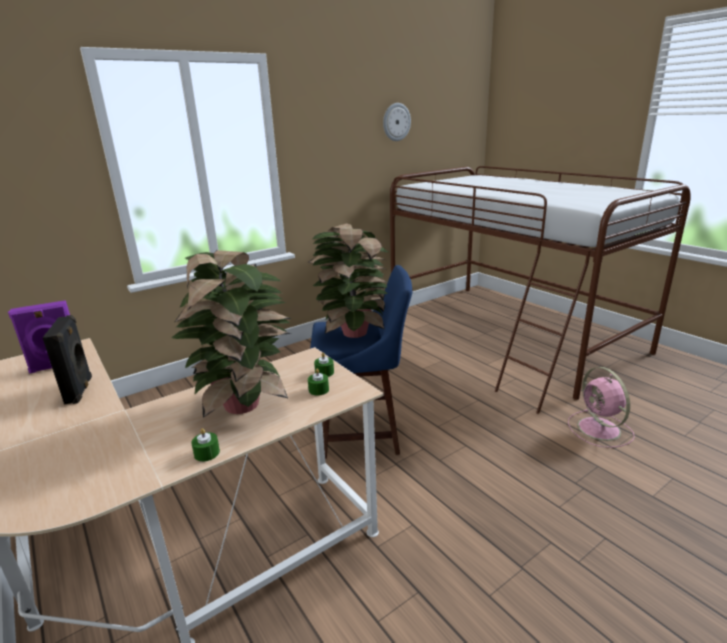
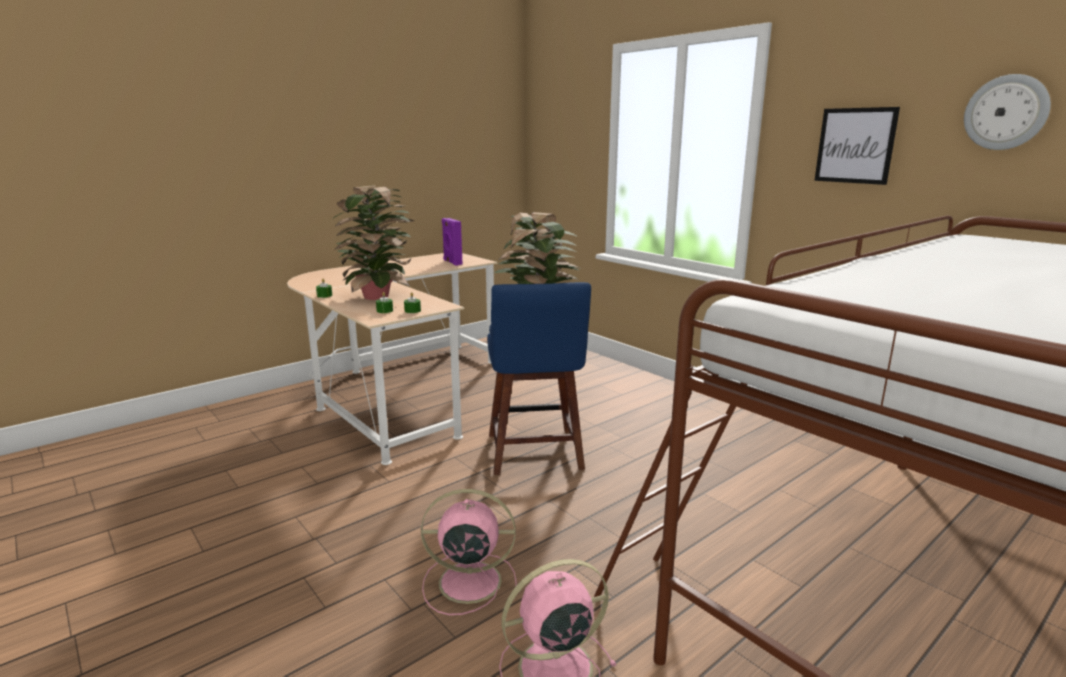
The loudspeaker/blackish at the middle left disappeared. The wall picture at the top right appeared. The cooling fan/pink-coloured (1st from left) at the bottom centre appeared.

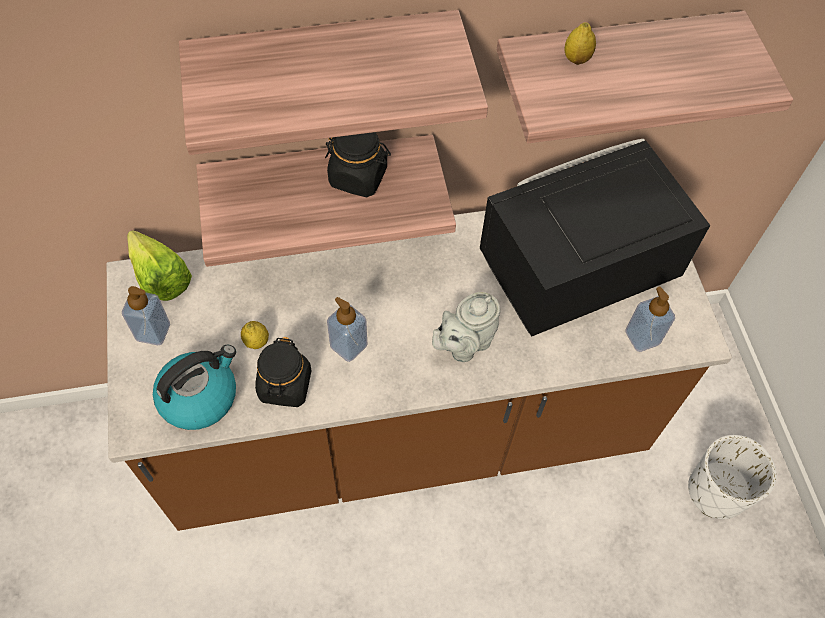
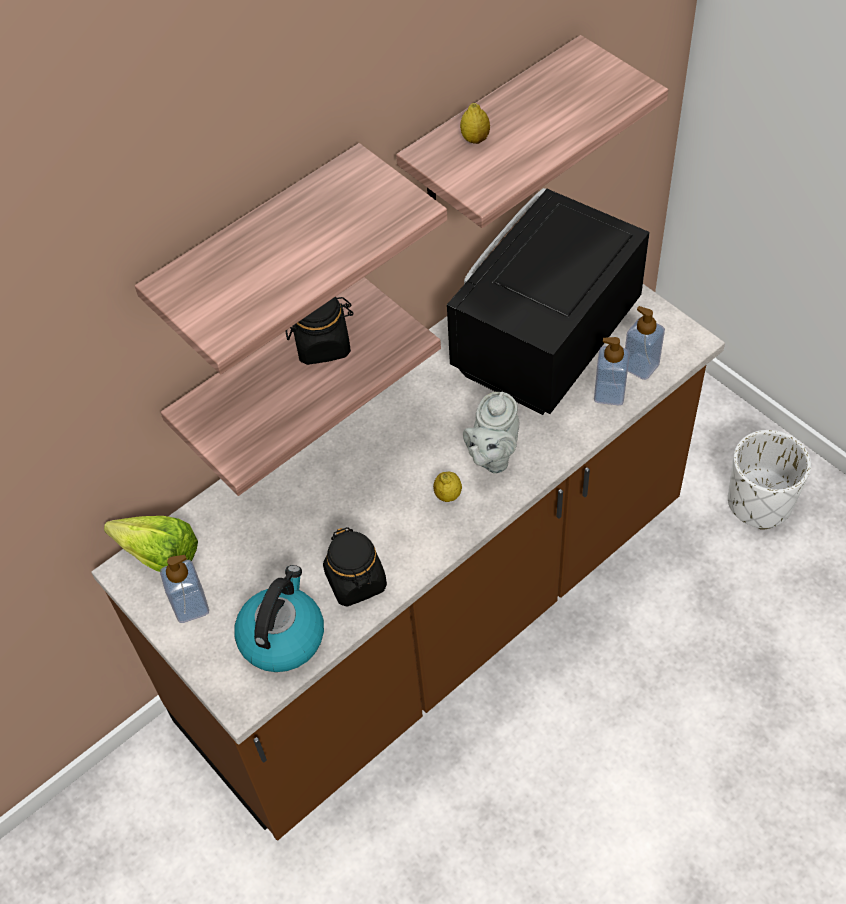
The soap dispenser (2nd from left) moved from the centre to the middle right. The lemon (1st from left) moved from the middle left to the centre.

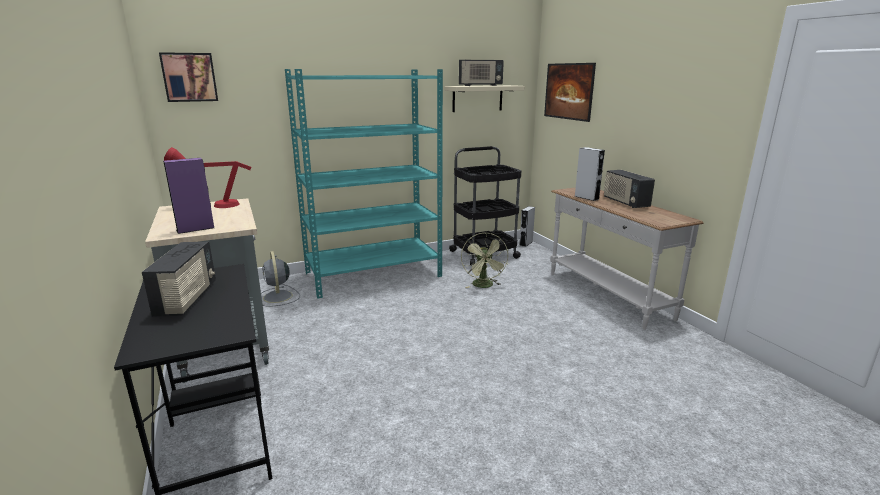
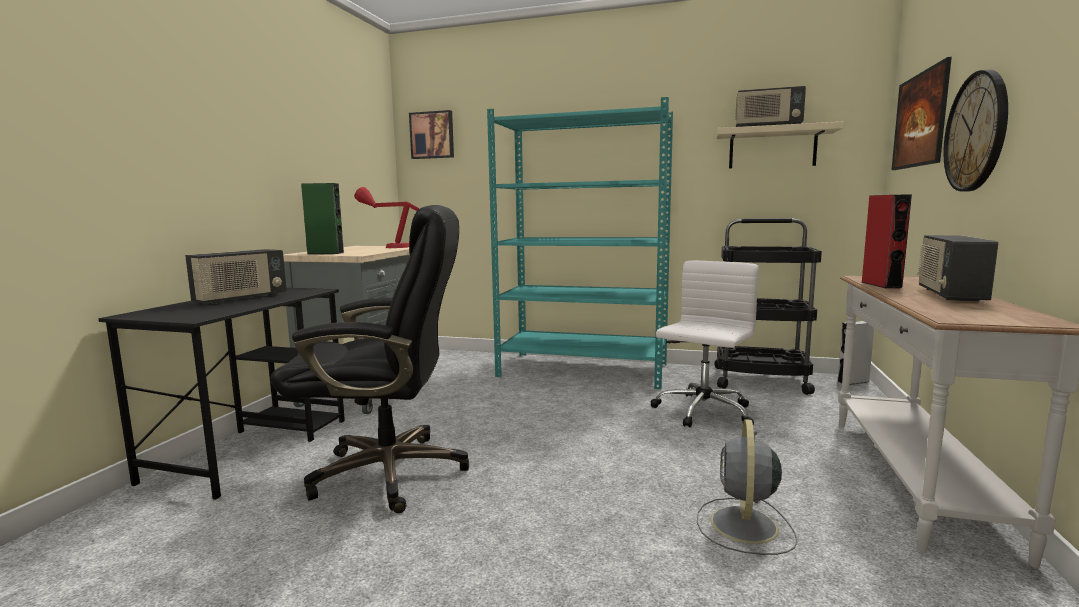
The loudspeaker/greyish (2nd from left) at the middle right became the loudspeaker/reddish at the middle right. The loudspeaker/purple at the middle left became the loudspeaker/green at the middle left. The cooling fan/green at the centre was replaced by the office chair/whitish at the centre. The cooling fan/greyish moved from the middle left to the bottom right. The wall clock at the top right appeared. The office chair/blackish at the centre appeared.

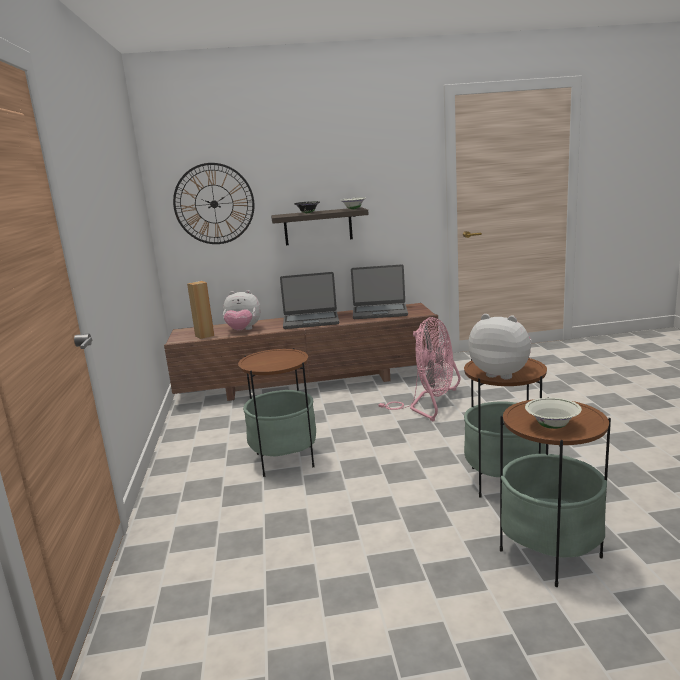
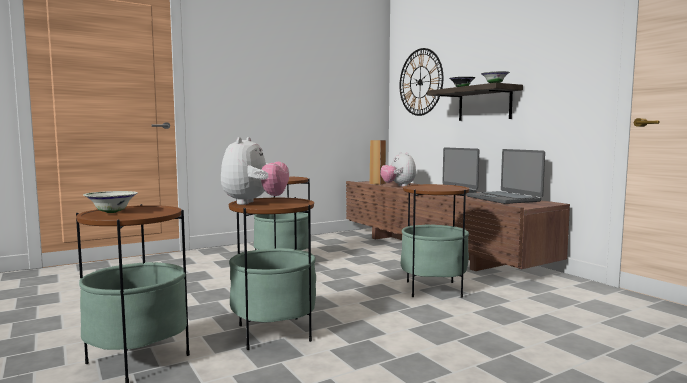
The cooling fan/pink-coloured at the centre was replaced by the side table (4th from left) at the centre.

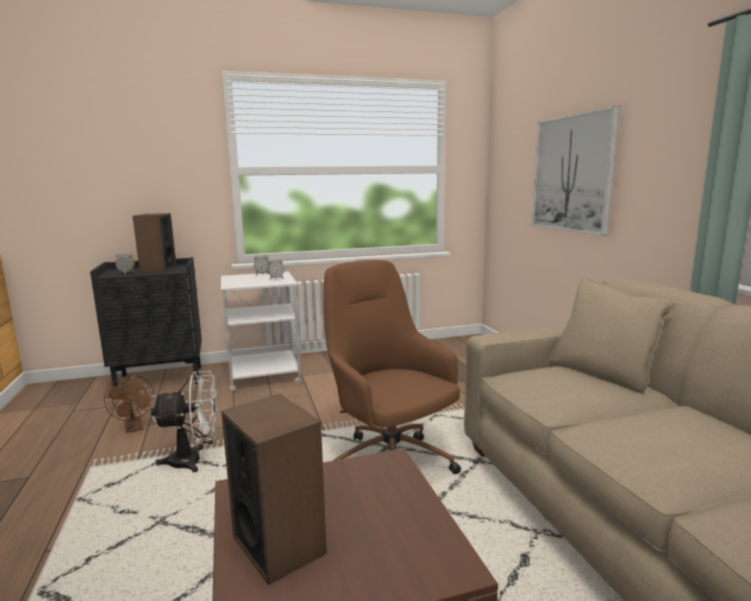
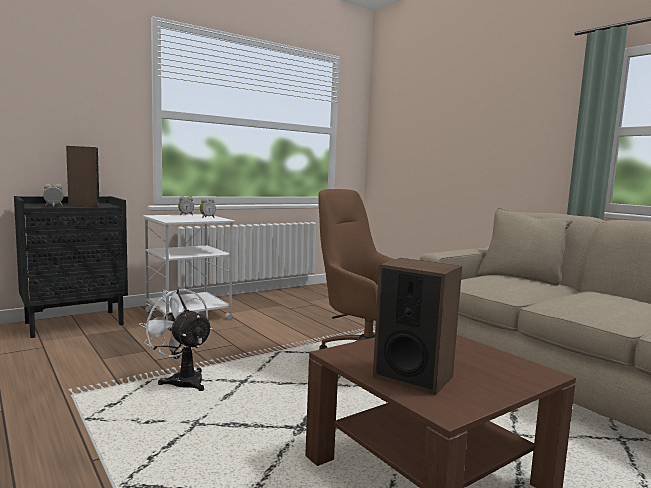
The wall picture at the top right disappeared. The cooling fan/whitish at the bottom left turned 105 degrees counterclockwise. The cooling fan/brownish at the bottom left disappeared.

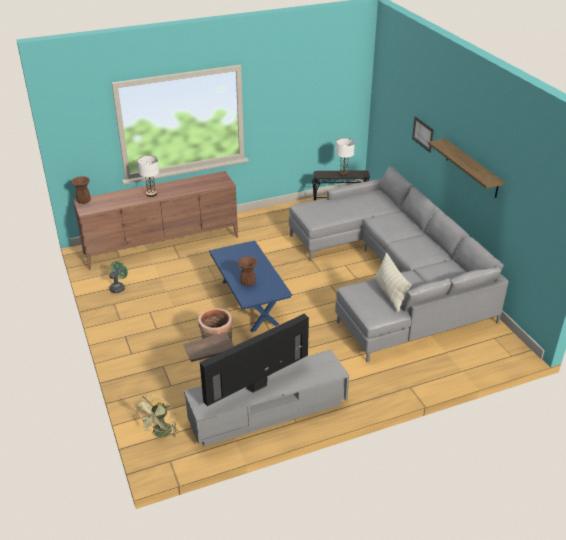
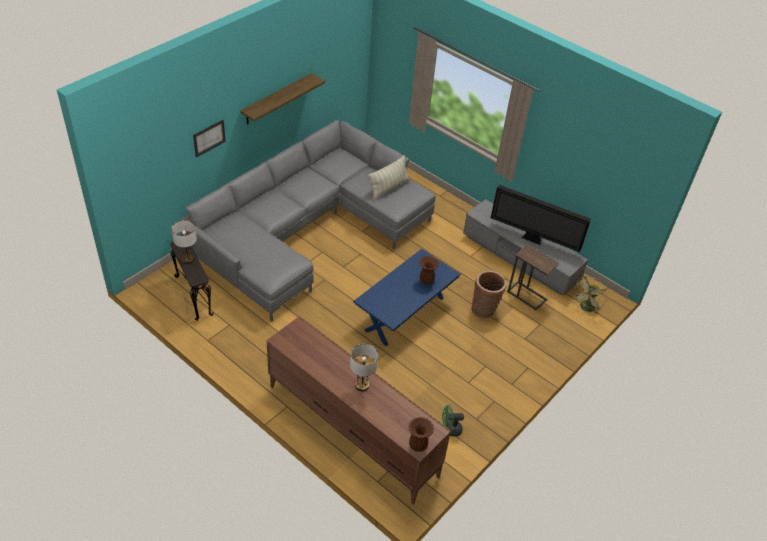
The cooling fan/green (2nd from left) at the bottom left turned 135 degrees clockwise.

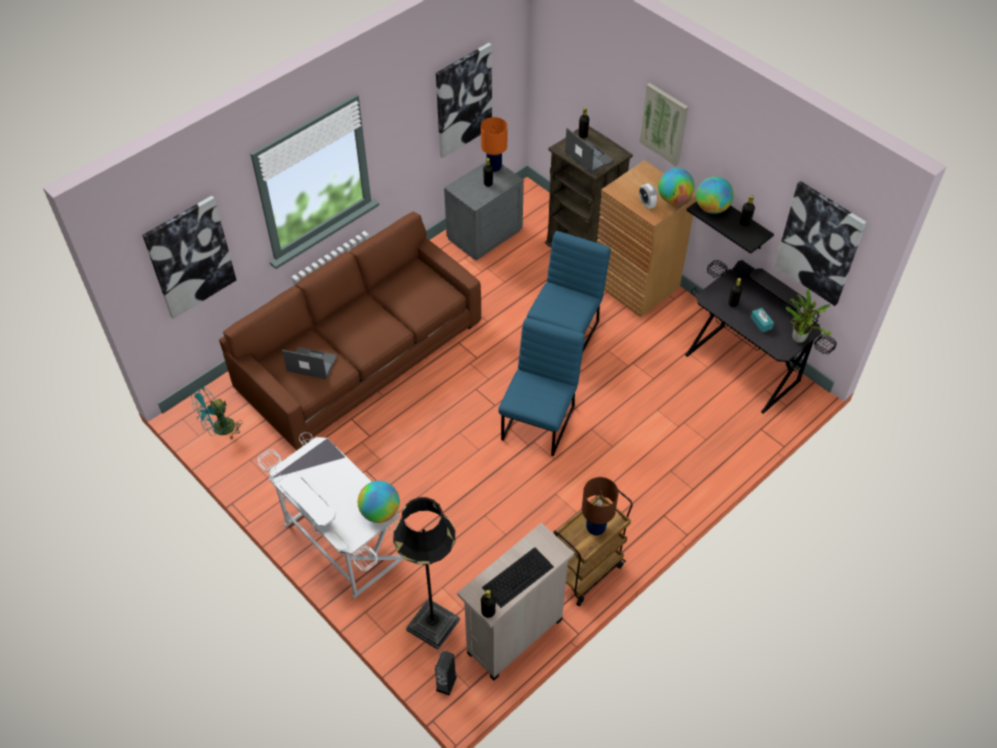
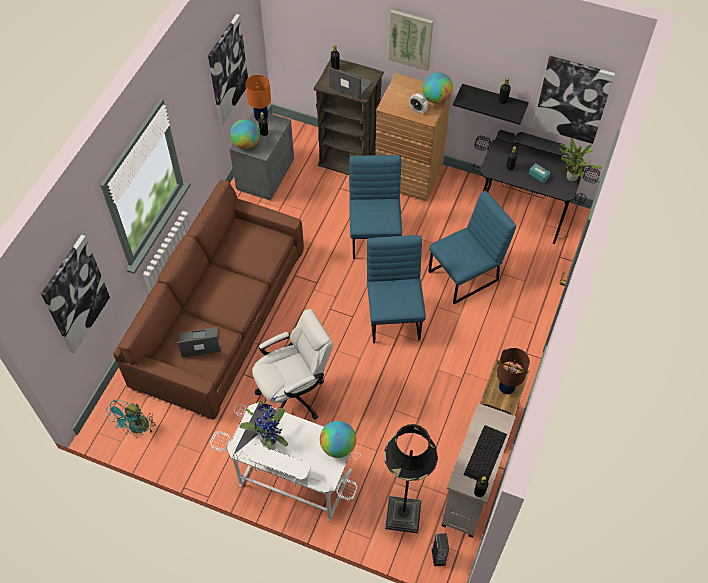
The world globe (3rd from left in the first image) moved from the top right to the top centre. The upright chair/blue-coloured (3rd from left) at the middle right appeared. The office chair/whitish at the centre appeared. The plant in a pot (1st from left) at the bottom centre appeared.

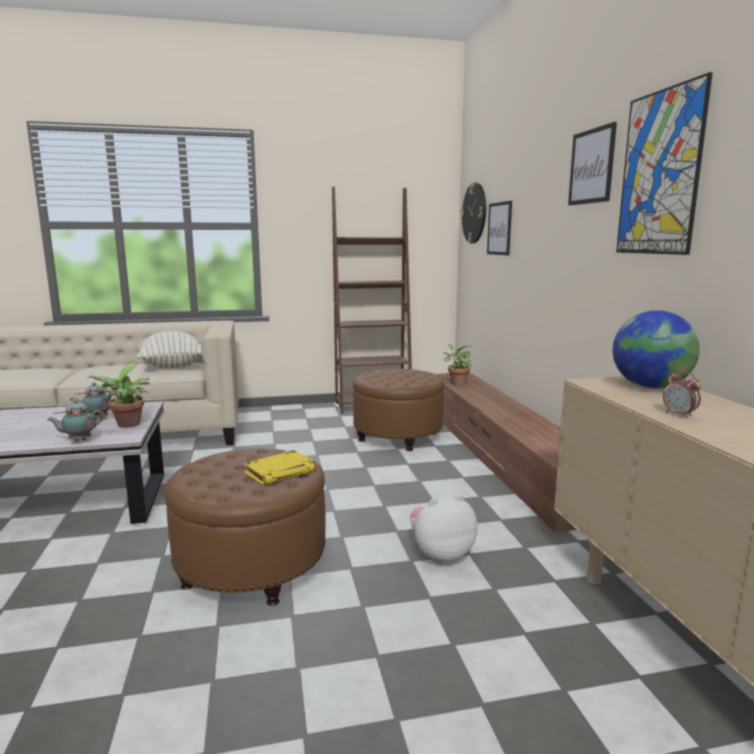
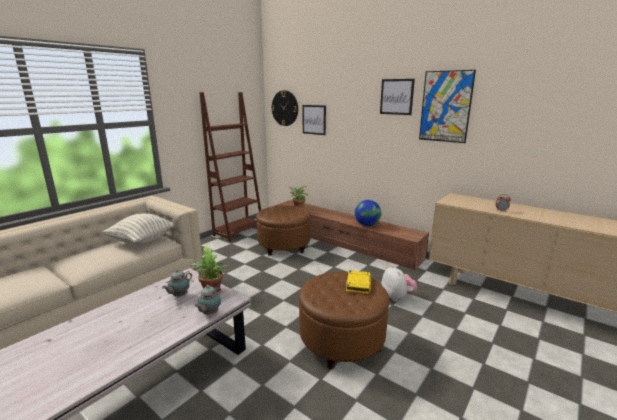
The world globe moved from the middle right to the centre. The plush toy at the bottom centre turned 135 degrees clockwise.

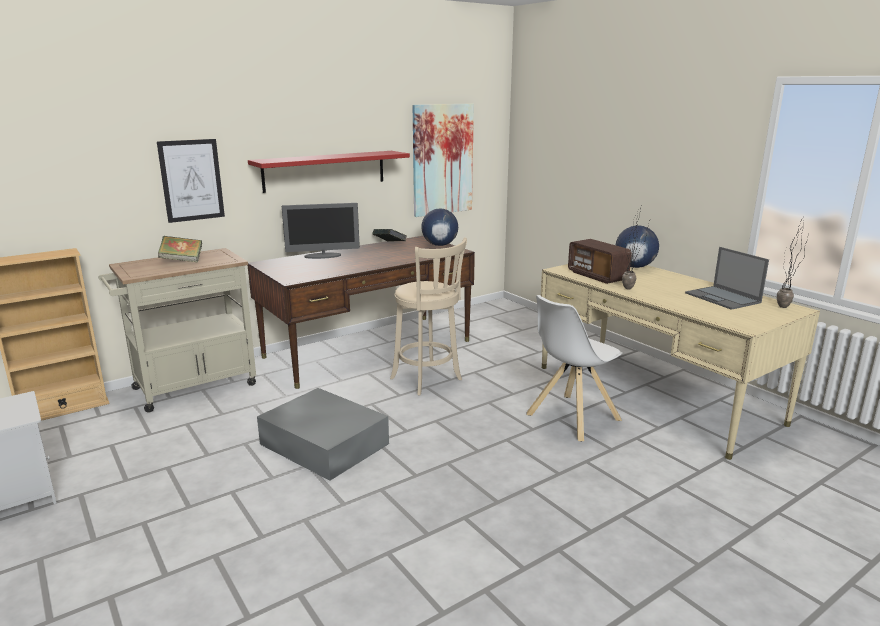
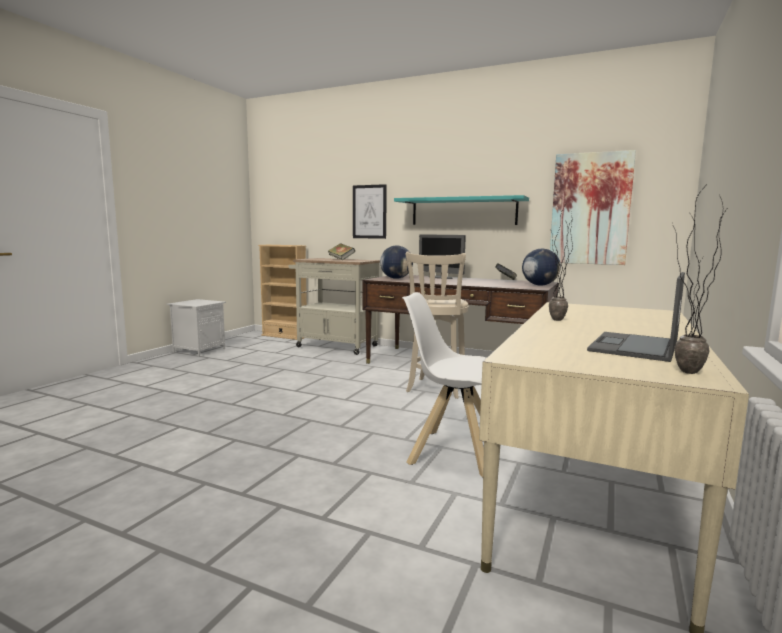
The bracket shelf/reddish at the top centre became the bracket shelf/blue-green at the top centre. The world globe (2nd from left in the first image) moved from the middle right to the centre. The radio set at the middle right disappeared. The storage bin/greyish at the bottom centre disappeared.

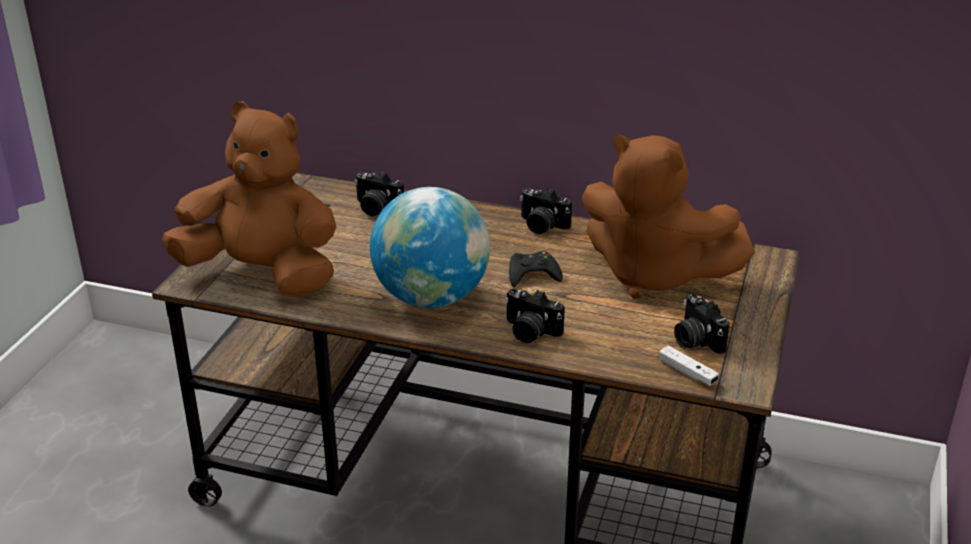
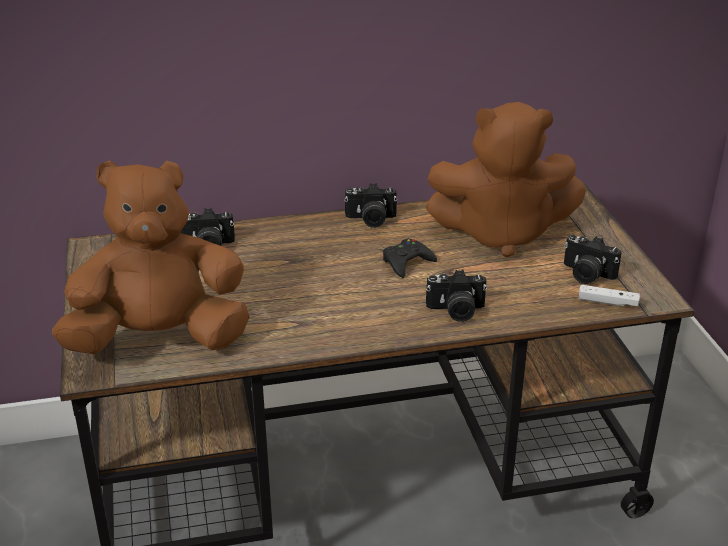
The world globe at the centre disappeared.

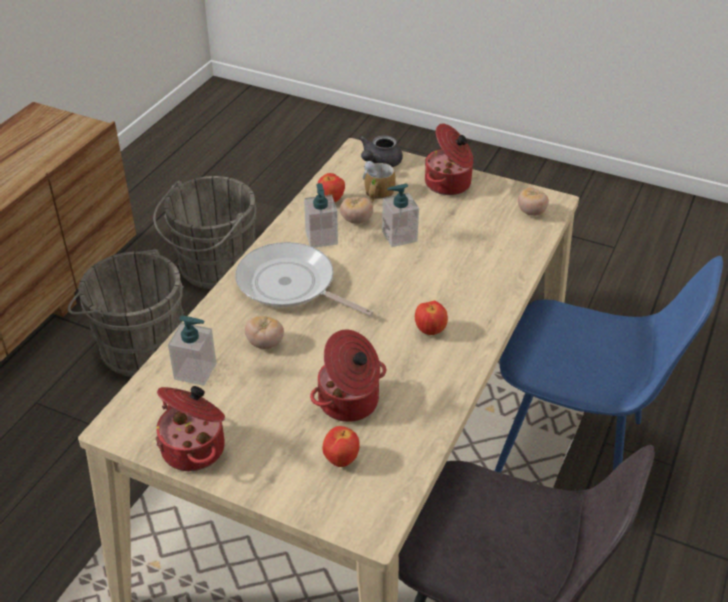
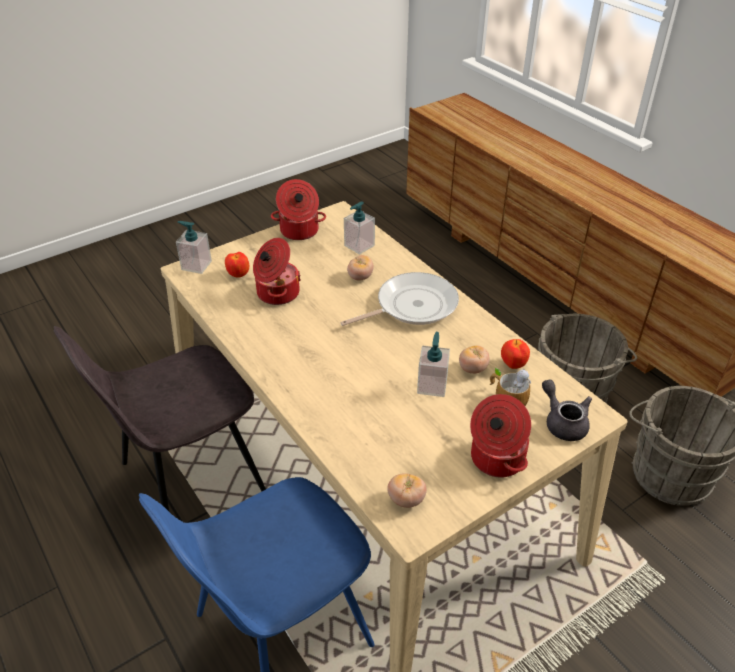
The soap dispenser (2nd from left in the first image) moved from the centre to the middle left. The whole apple (3rd from left) at the centre disappeared.

